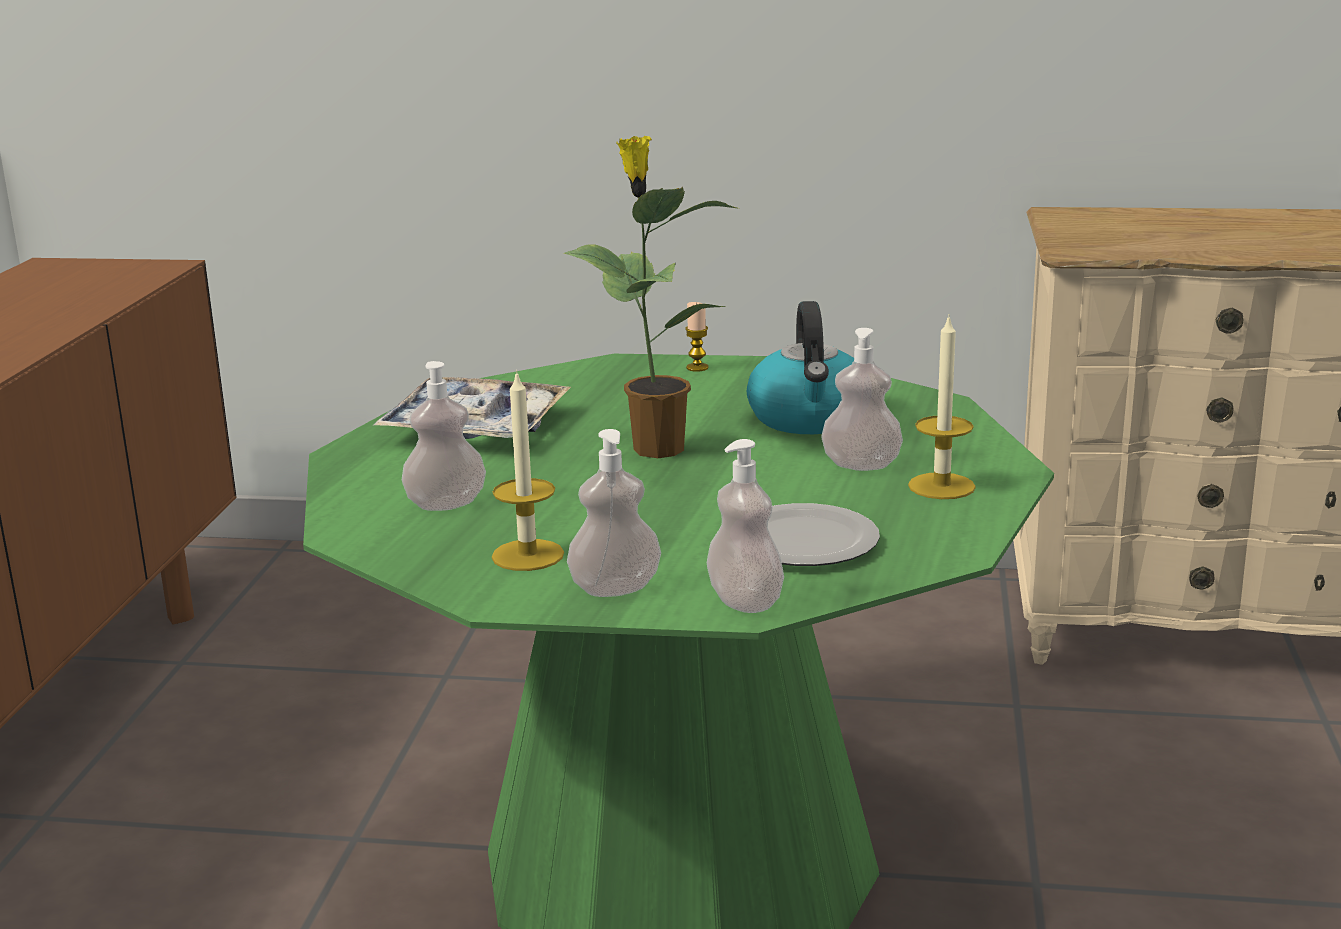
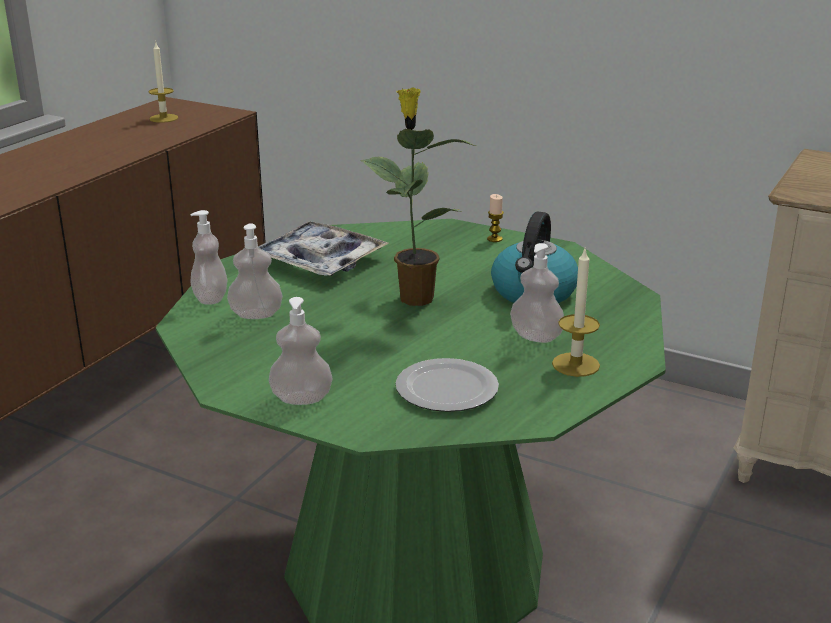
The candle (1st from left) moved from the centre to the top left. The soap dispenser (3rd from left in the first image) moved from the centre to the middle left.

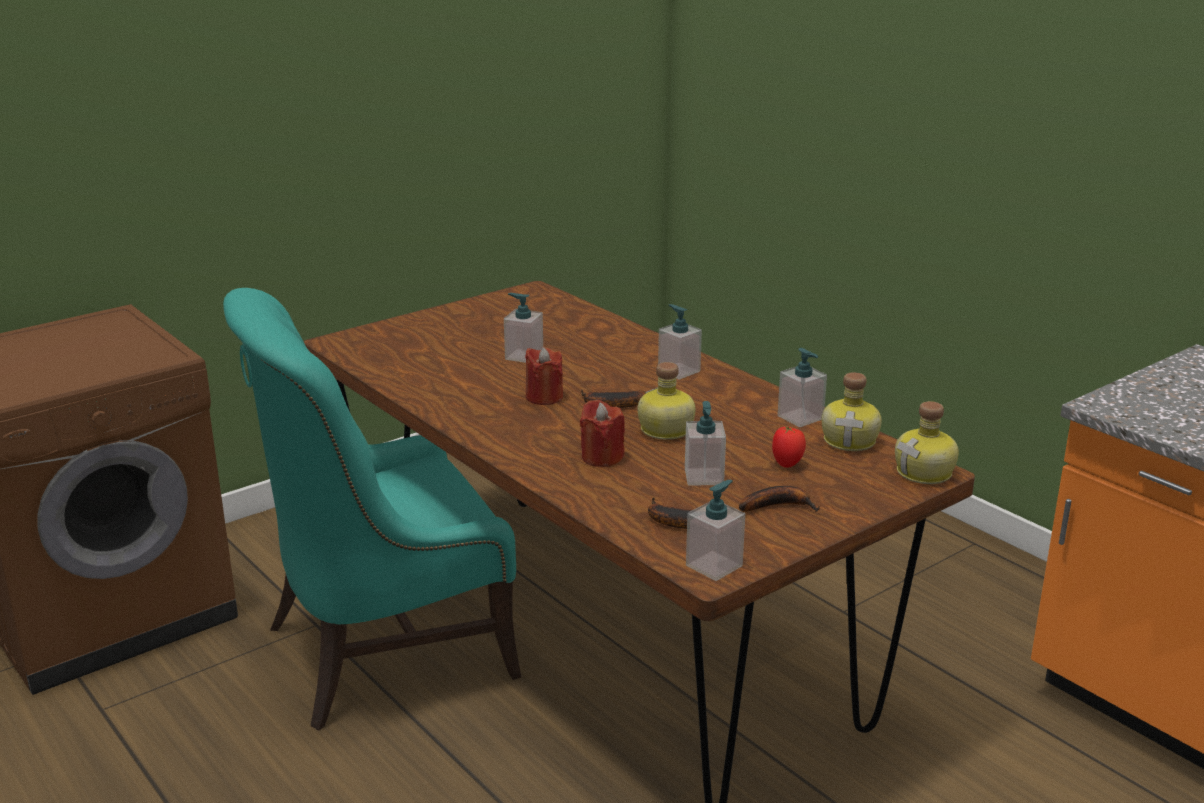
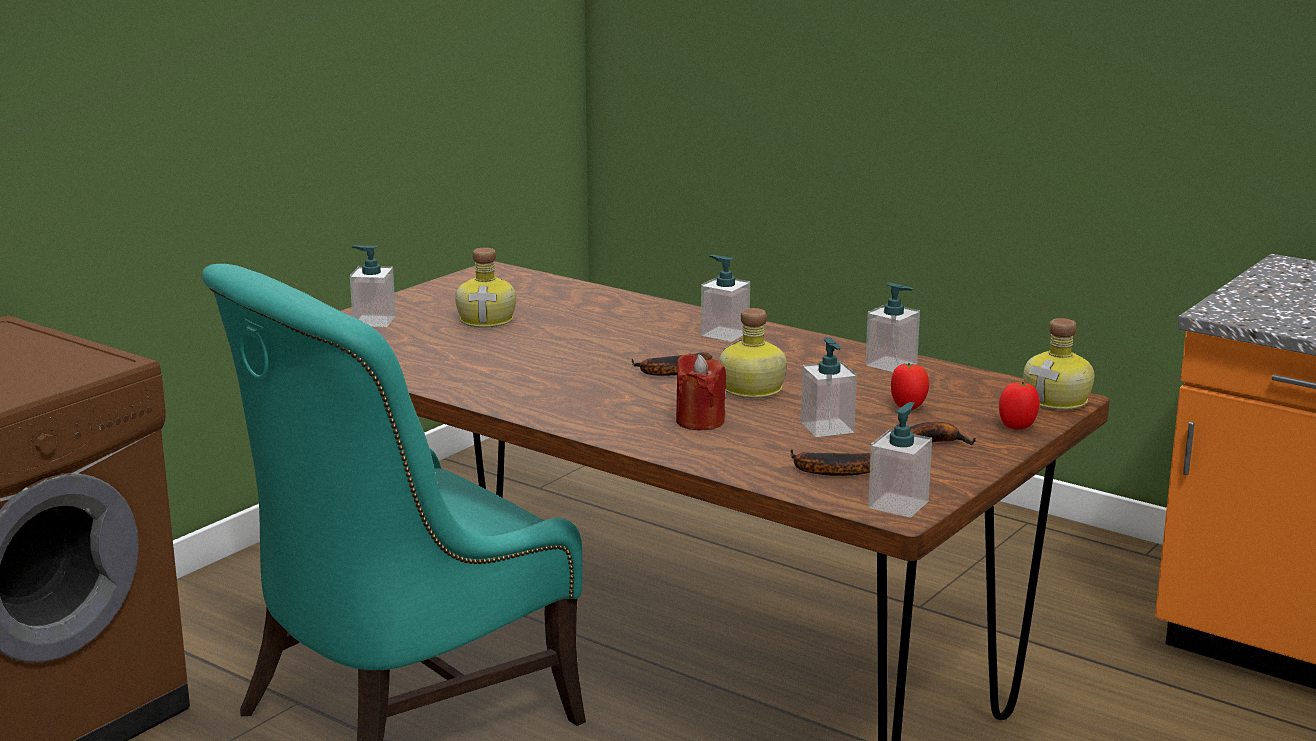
The soap dispenser (1st from left) moved from the centre to the middle left. The candle/reddish (1st from left) at the centre disappeared. The beverage bottle (2nd from left in the first image) moved from the middle right to the centre. The whole tomato (2nd from left) at the middle right appeared.

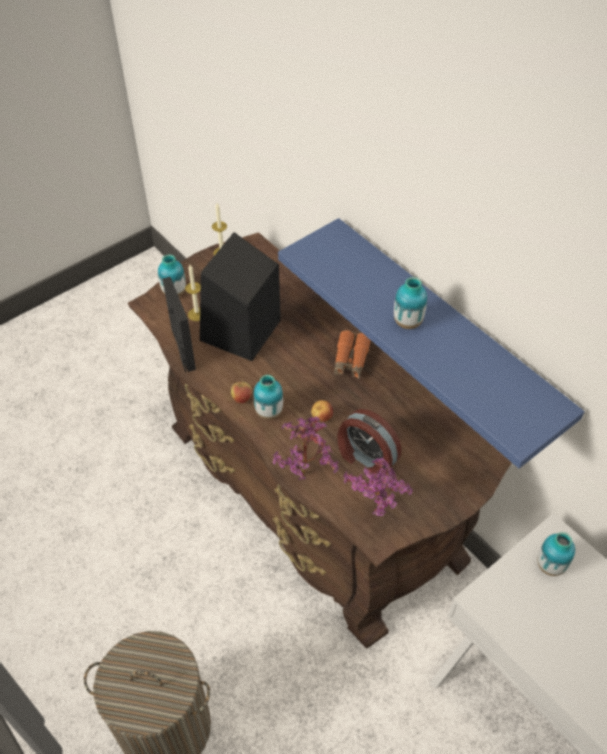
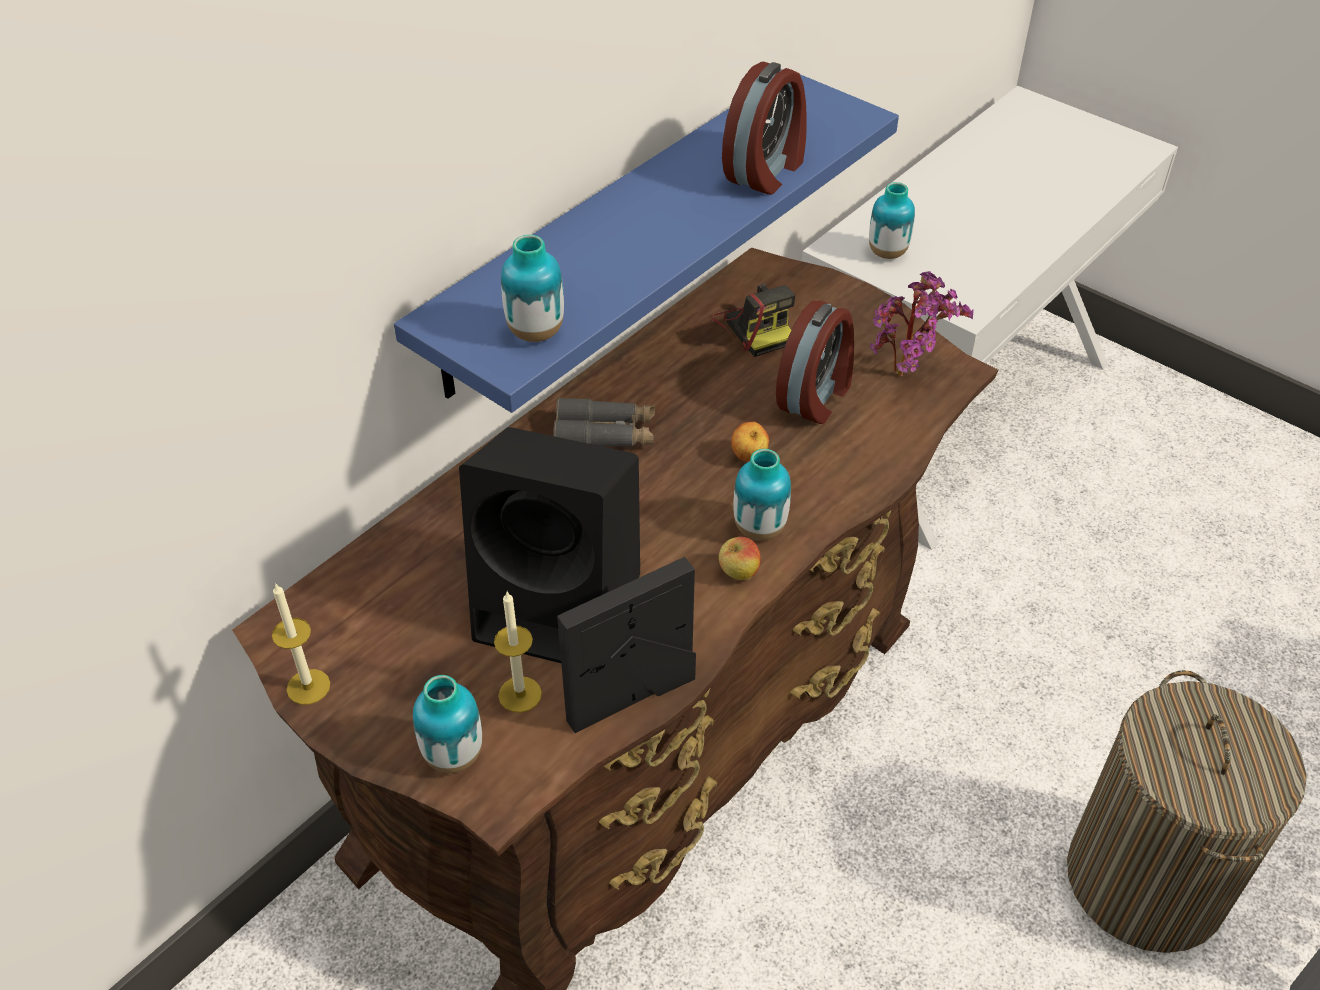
The flower vase (3rd from left in the first image) moved from the middle right to the top centre. The binoculars/orange at the centre became the binoculars/greyish at the centre. The plant in a pot (1st from left) at the centre disappeared. The alarm clock (1st from left) at the top centre appeared. The still camera at the top centre appeared.

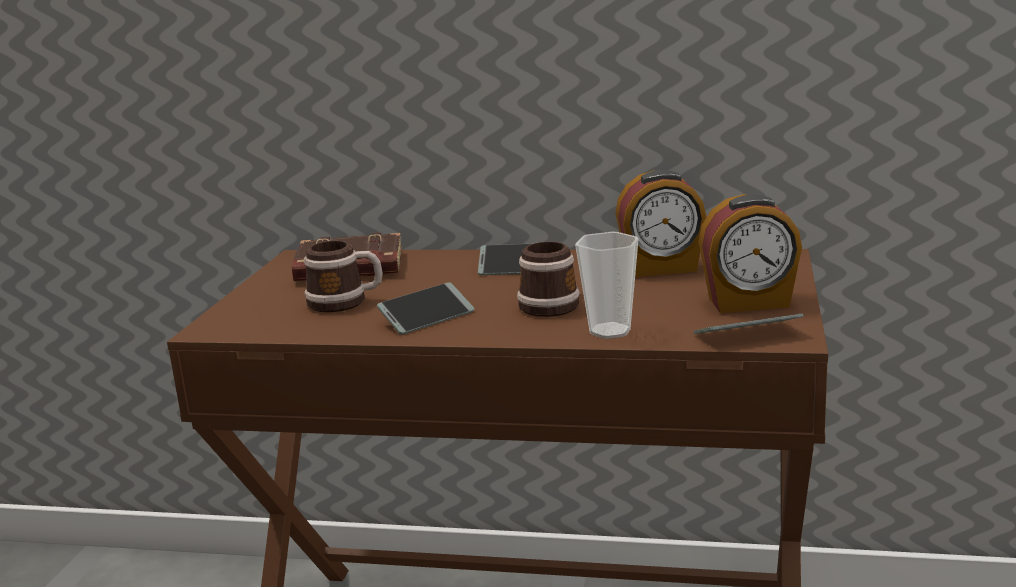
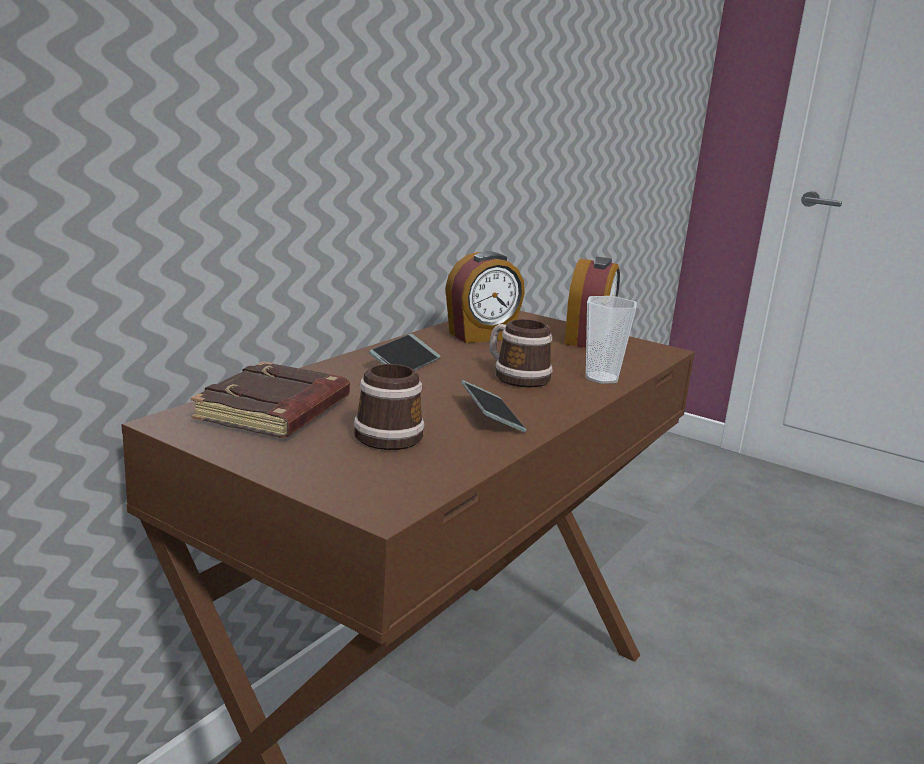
The alarm clock (1st from left) at the centre turned 45 degrees clockwise. The phone (3rd from left) at the middle right disappeared.

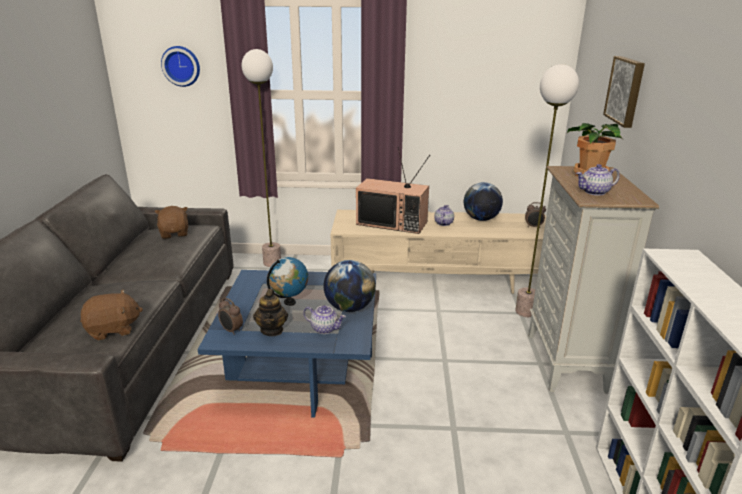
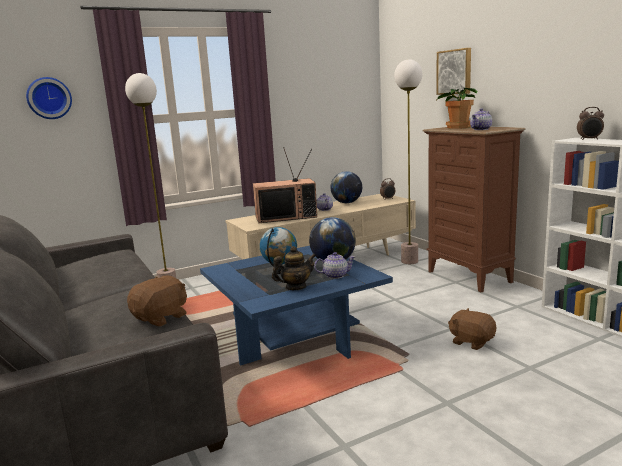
The chest of drawers/whitish at the middle right became the chest of drawers/brownish at the middle right. The plush toy/brownish (2nd from left) moved from the middle left to the bottom right. The teapot (1st from left) at the centre turned 75 degrees counterclockwise. The alarm clock (1st from left in the first image) moved from the middle left to the top right.

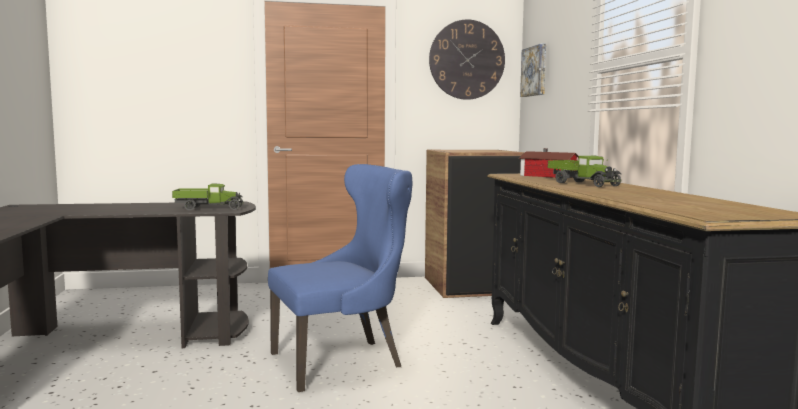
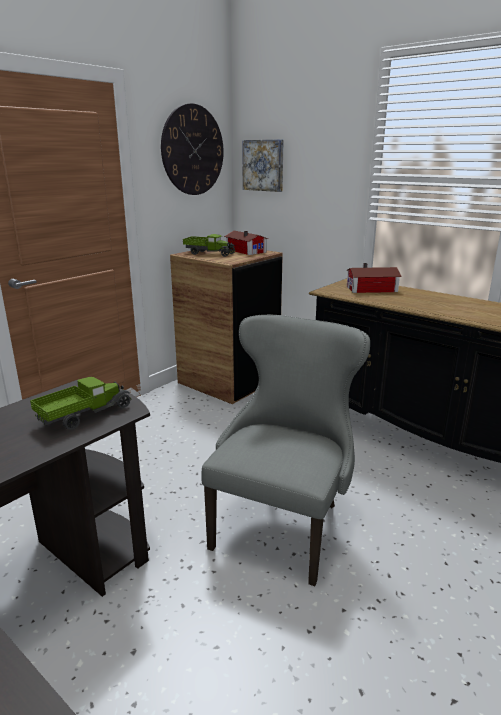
The toy truck (2nd from left) moved from the middle right to the centre. The upright chair/blue-coloured at the bottom centre became the upright chair/greyish at the centre. The miniature house (1st from left) at the centre appeared.

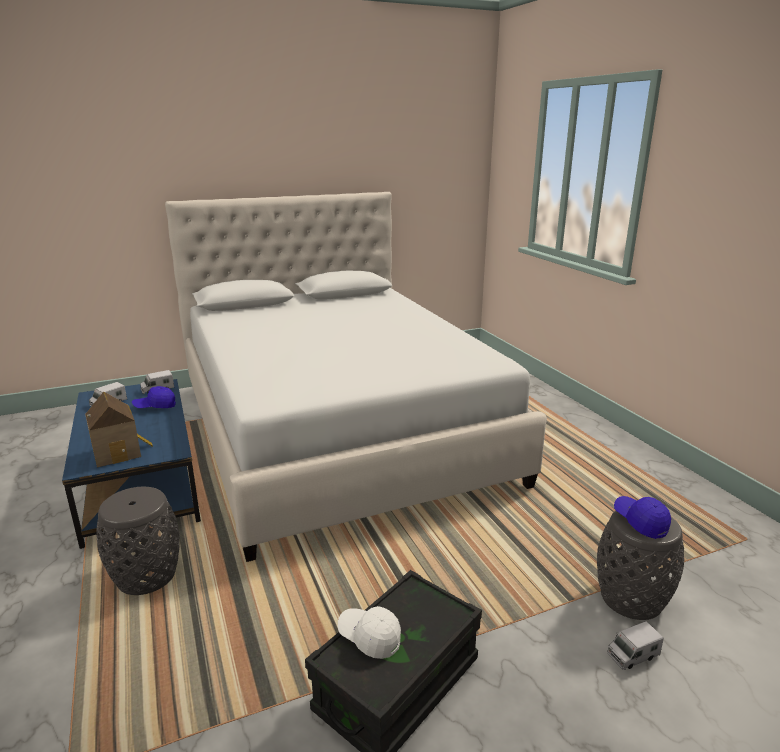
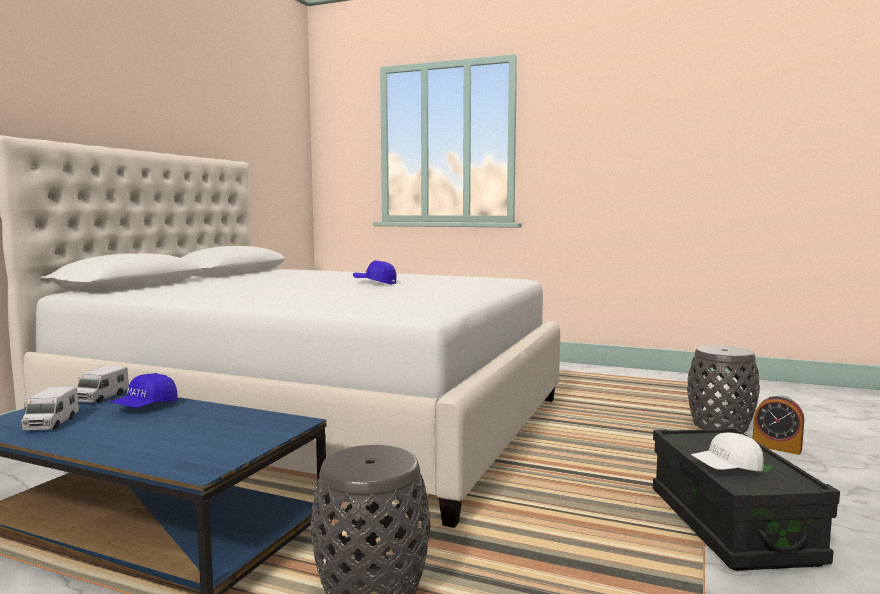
The miniature house at the middle left disappeared. The baseball cap/blue-coloured (2nd from left) moved from the bottom right to the centre. The toy truck (3rd from left) at the bottom right was replaced by the alarm clock at the bottom right.

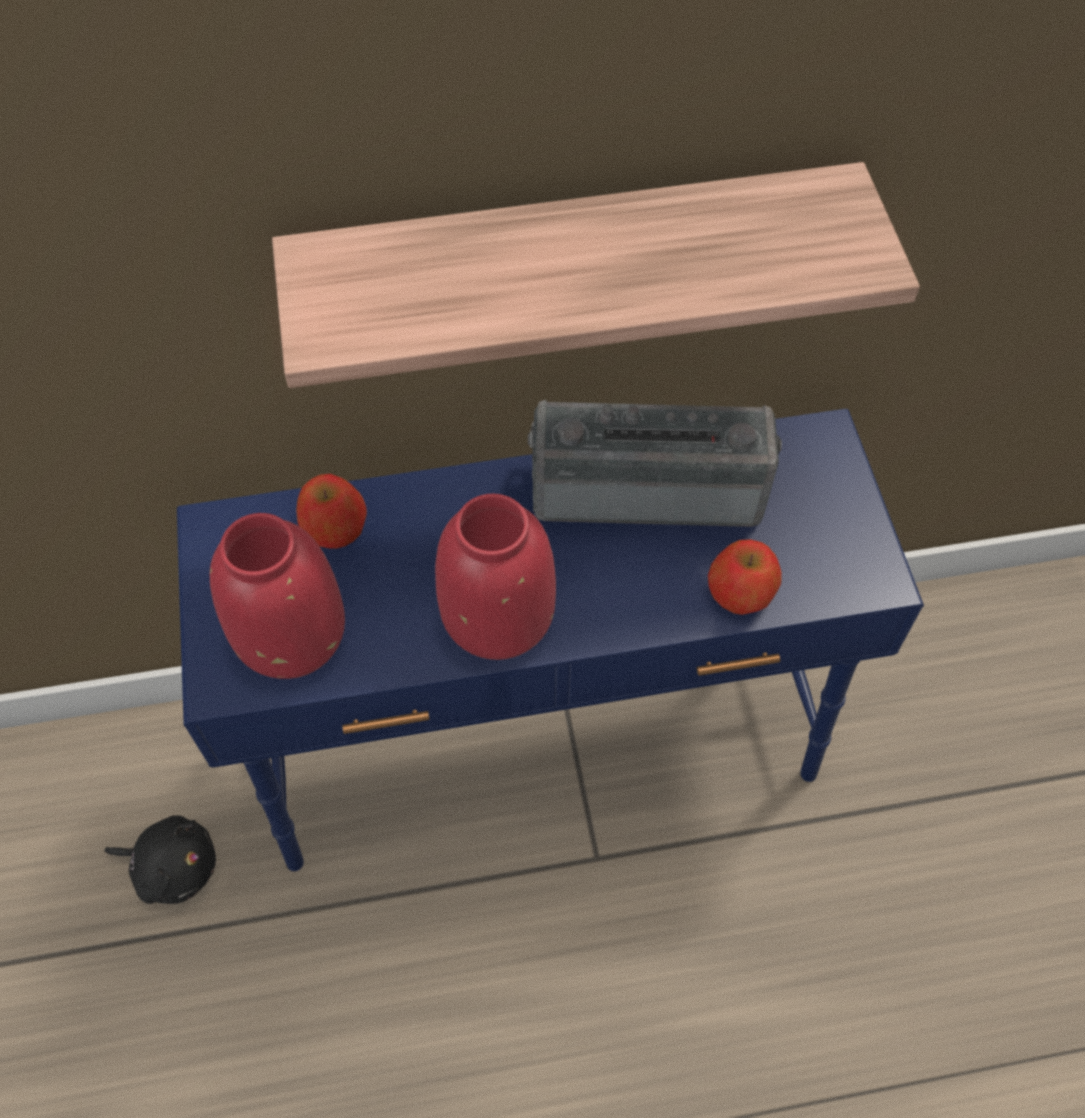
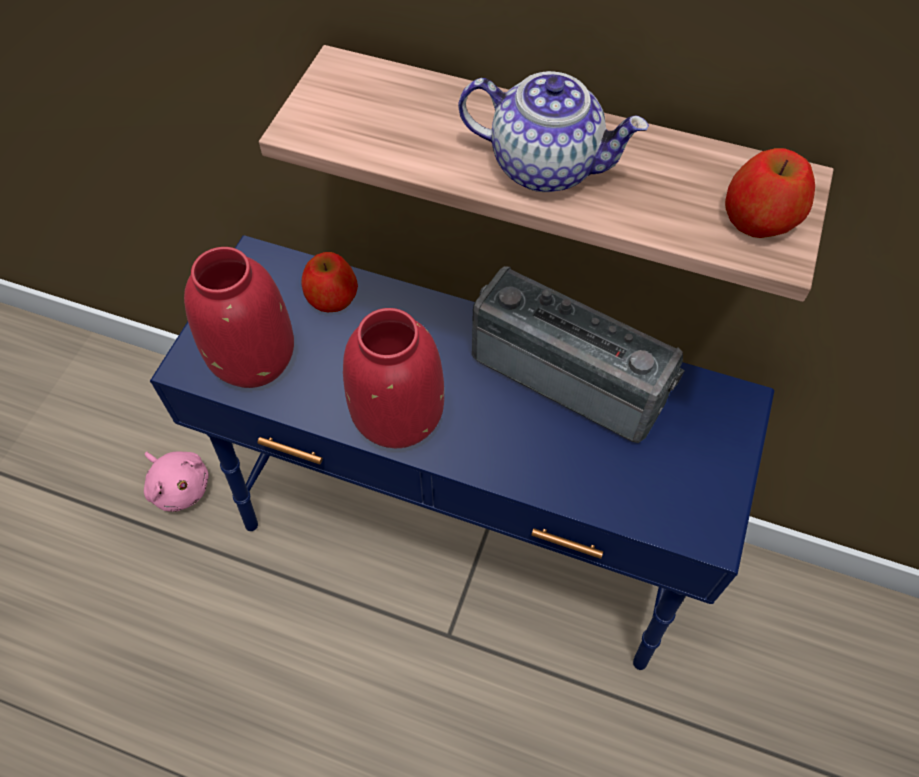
The whole apple (2nd from left) moved from the middle right to the top right. The plush toy/blackish at the bottom left became the plush toy/pink-coloured at the middle left. The teapot at the top centre appeared.

